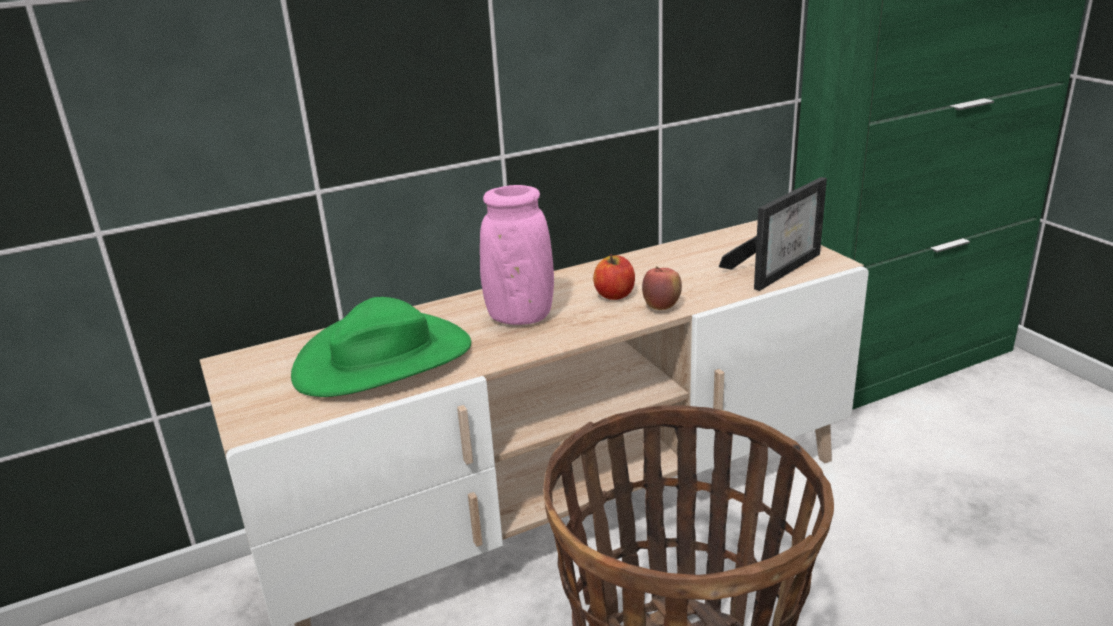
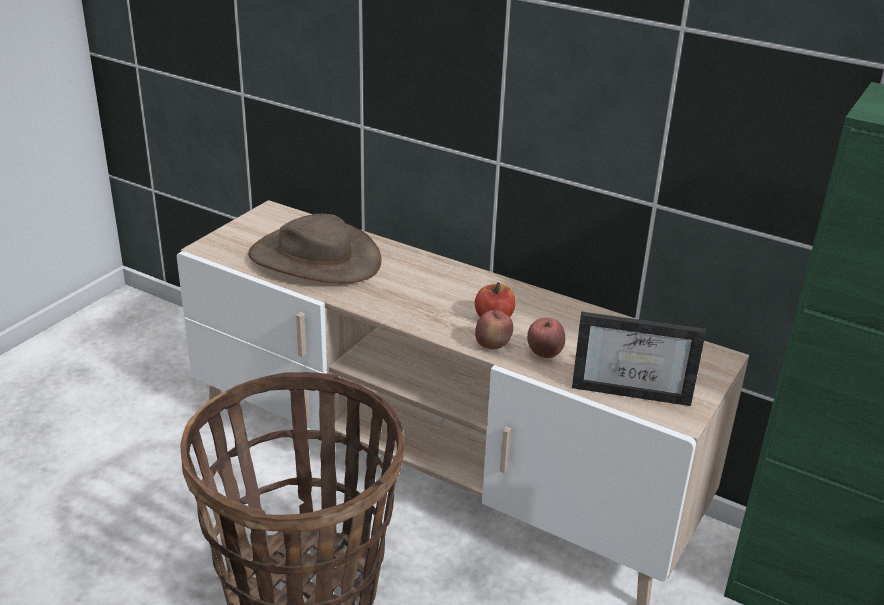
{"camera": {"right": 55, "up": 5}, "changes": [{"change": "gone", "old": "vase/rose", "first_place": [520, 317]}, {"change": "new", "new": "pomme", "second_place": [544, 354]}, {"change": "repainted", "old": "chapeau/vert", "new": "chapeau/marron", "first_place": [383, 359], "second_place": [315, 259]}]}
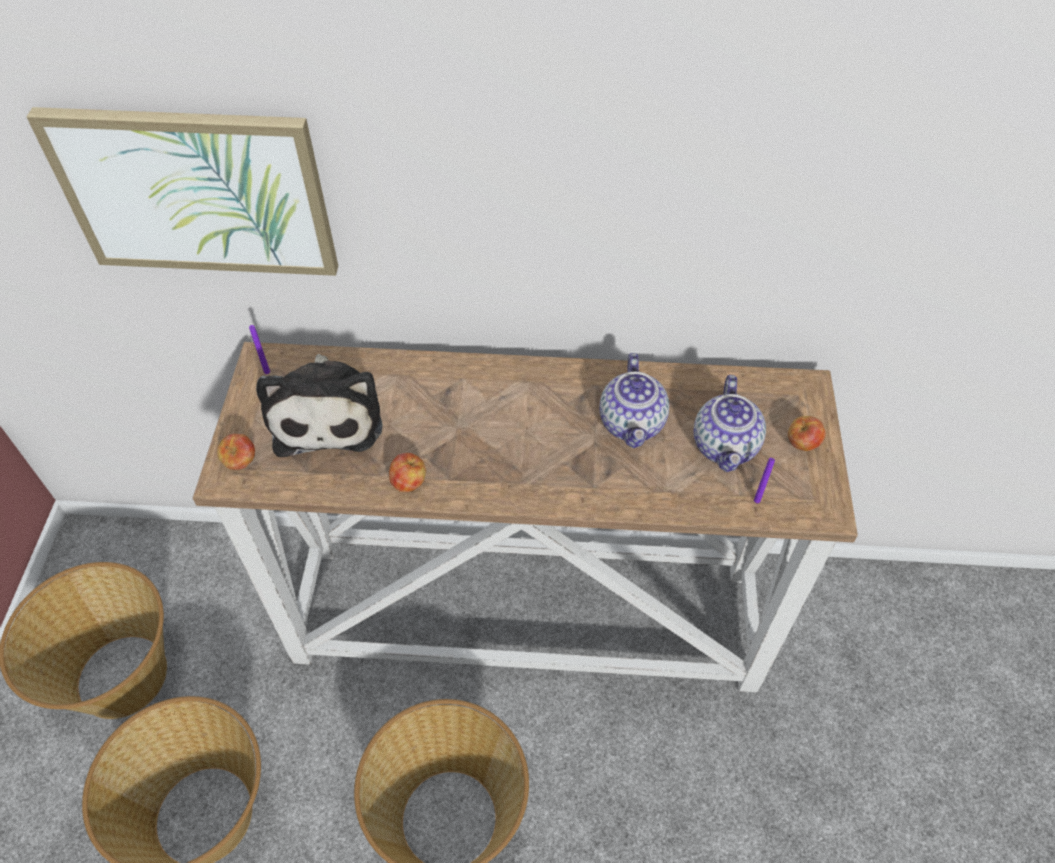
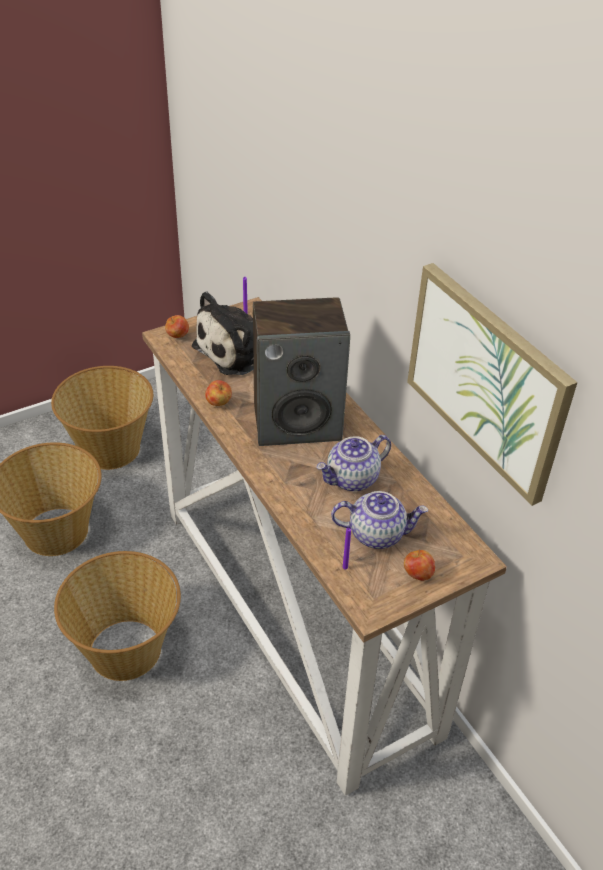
{"camera": {"right": 55, "up": -10}, "changes": [{"change": "new", "new": "enceinte", "second_place": [297, 423]}, {"change": "shifted", "old": "tableau", "first_place": [196, 192], "second_place": [486, 380]}, {"change": "rotated", "old": "théière", "first_place": [726, 446], "second_place": [377, 533], "degrees": -150}]}
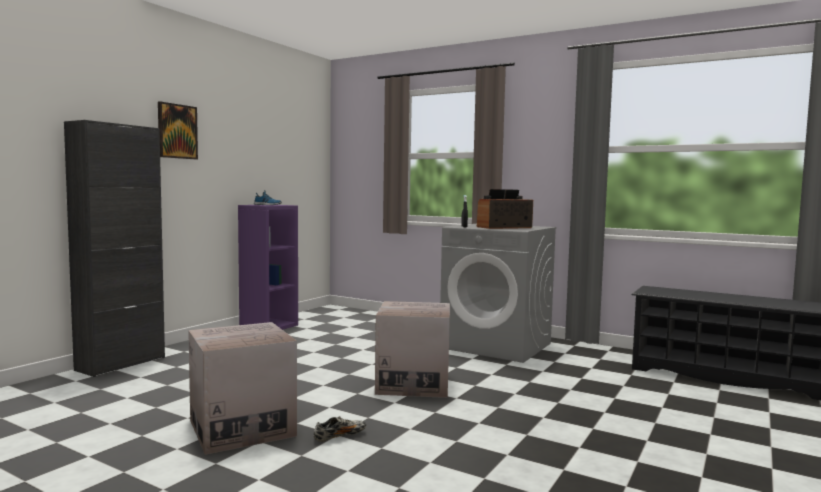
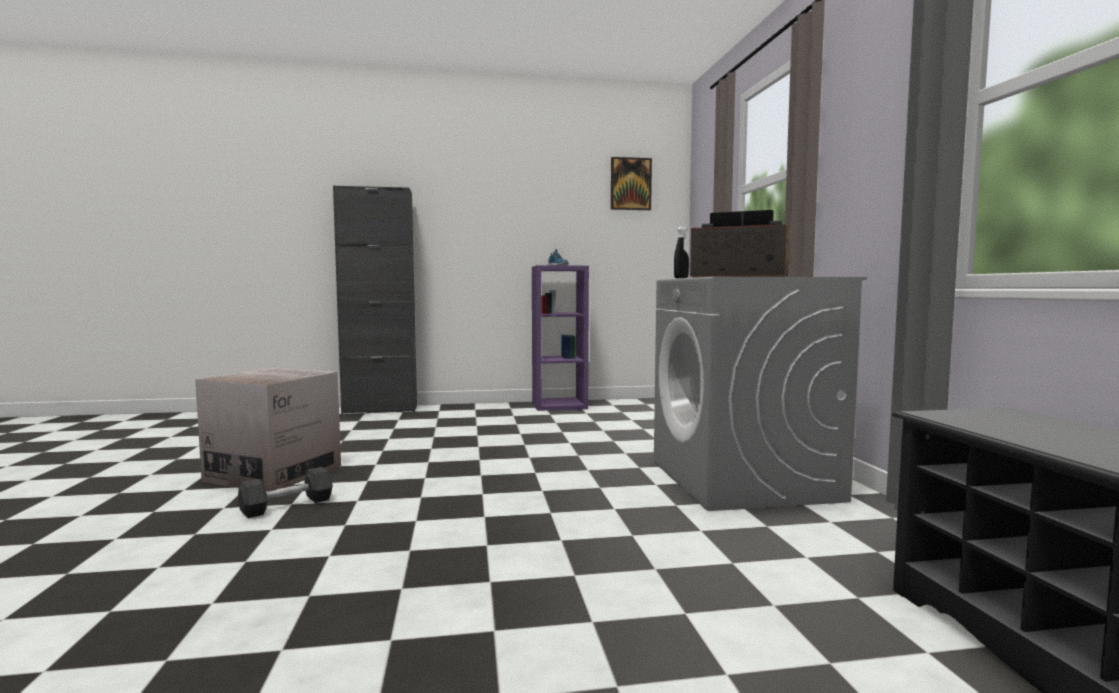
{"camera": {"right": 50, "up": 0}, "changes": [{"change": "gone", "old": "carton", "first_place": [413, 384]}, {"change": "shifted", "old": "tableau", "first_place": [177, 131], "second_place": [630, 184]}, {"change": "swapped", "old": "chaussure", "new": "haltère/noir", "first_place": [340, 436], "second_place": [287, 506]}]}
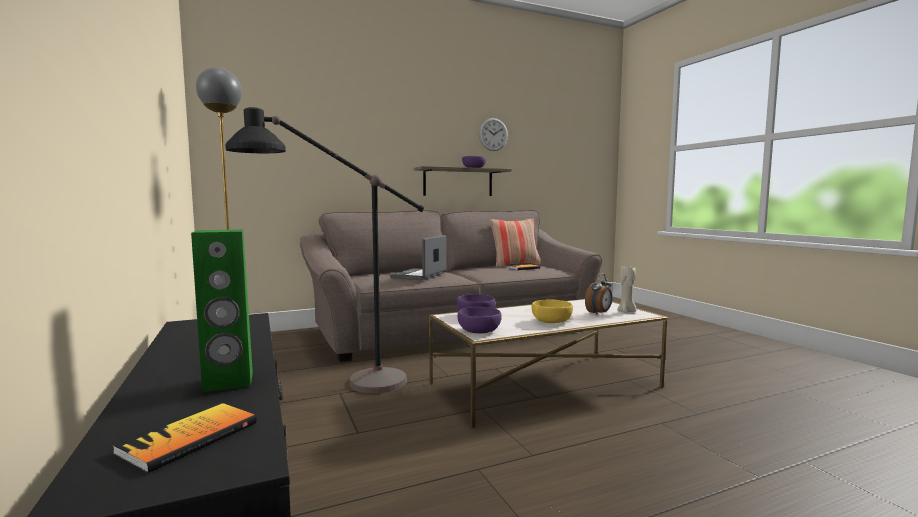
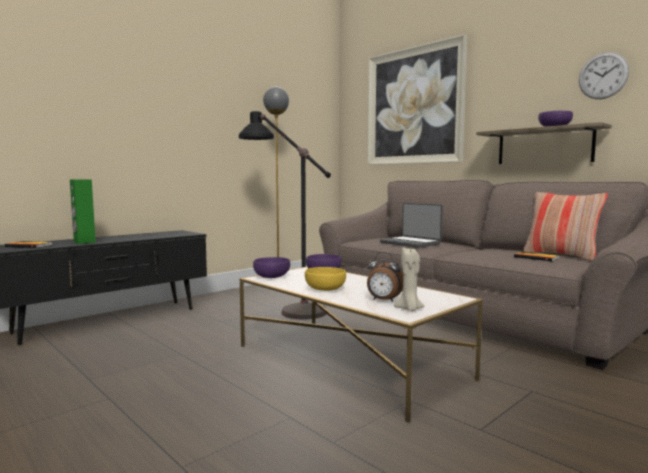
{"camera": {"right": 70, "up": 0}, "changes": [{"change": "new", "new": "tableau", "second_place": [414, 106]}, {"change": "rotated", "old": "ordinateur portable", "first_place": [419, 275], "second_place": [411, 243], "degrees": -135}]}
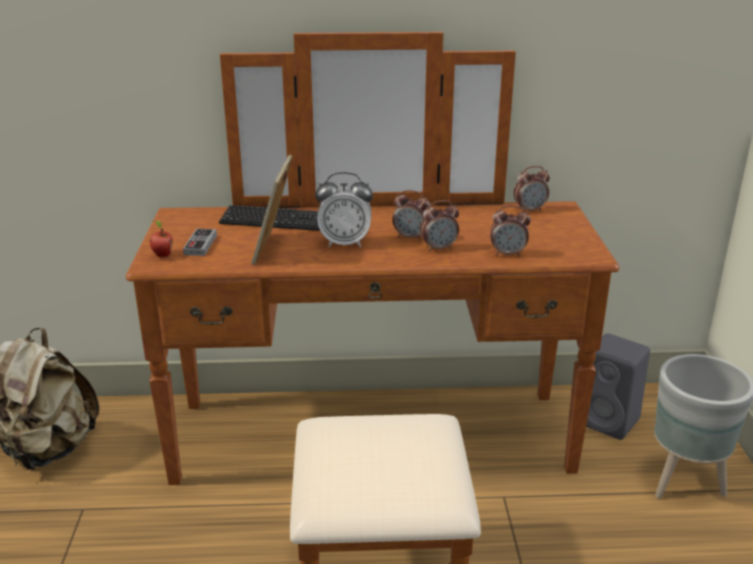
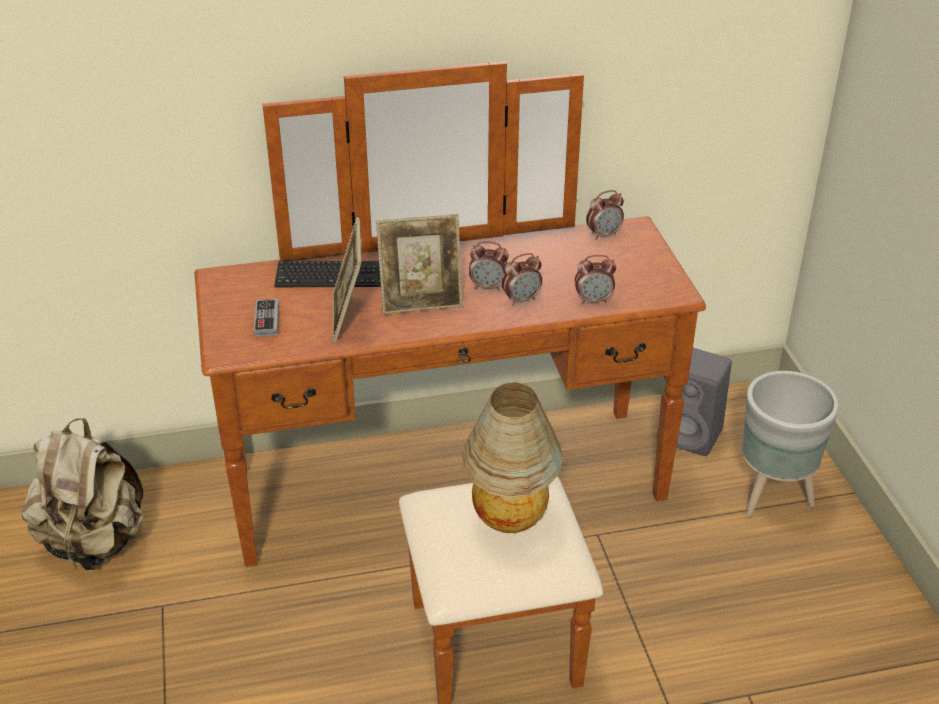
{"camera": {"right": -10, "up": 10}, "changes": [{"change": "gone", "old": "pomme", "first_place": [162, 255]}, {"change": "new", "new": "lampe de table", "second_place": [510, 519]}, {"change": "swapped", "old": "réveil", "new": "cadre photo", "first_place": [345, 243], "second_place": [421, 302]}]}
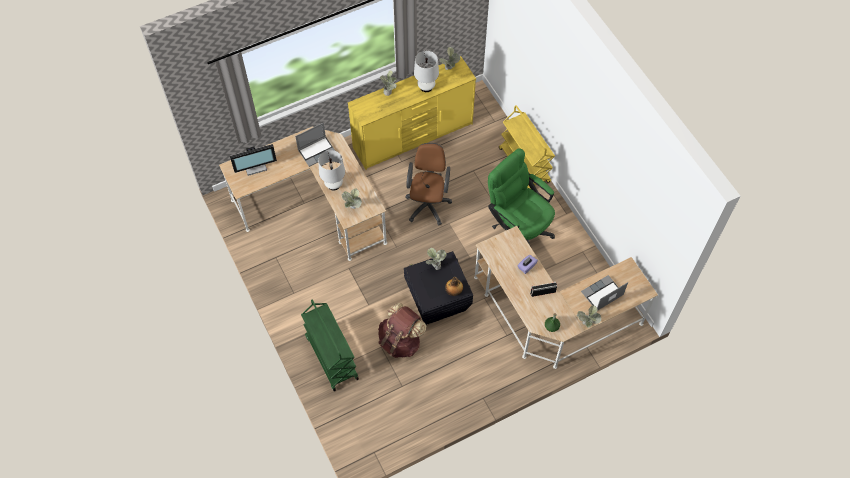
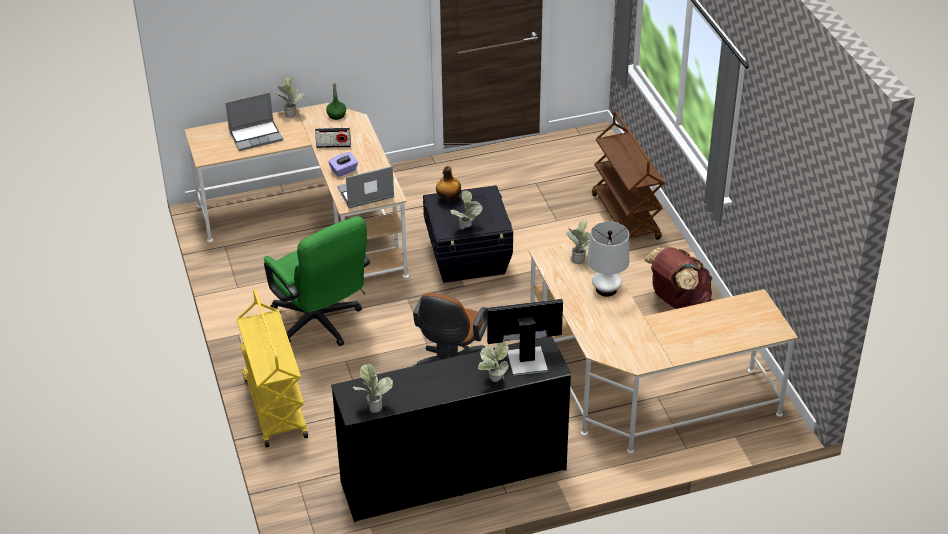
{"camera": {"right": -170, "up": -20}, "changes": [{"change": "gone", "old": "lampe de table/blanc", "first_place": [426, 87]}, {"change": "shifted", "old": "écran d'ordinateur", "first_place": [255, 166], "second_place": [526, 360]}, {"change": "shifted", "old": "ordinateur portable", "first_place": [317, 151], "second_place": [365, 194]}, {"change": "shifted", "old": "sac à dos/marron", "first_place": [400, 341], "second_place": [677, 302]}, {"change": "repainted", "old": "chariot/vert", "new": "chariot/marron", "first_place": [331, 357], "second_place": [626, 217]}, {"change": "repainted", "old": "commode/jaune", "new": "commode/noir", "first_place": [413, 136], "second_place": [452, 475]}]}
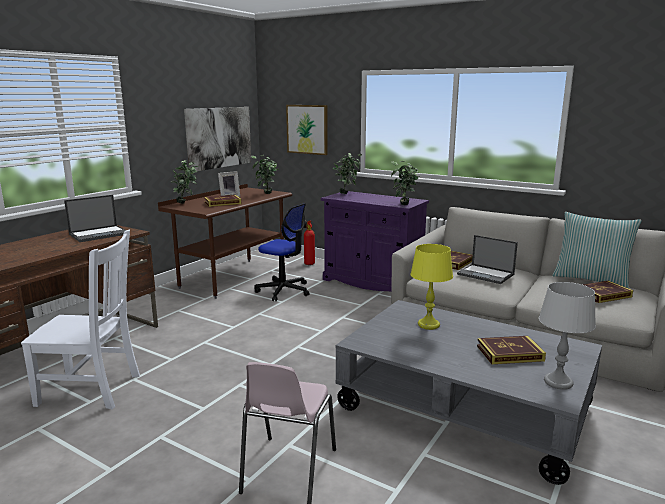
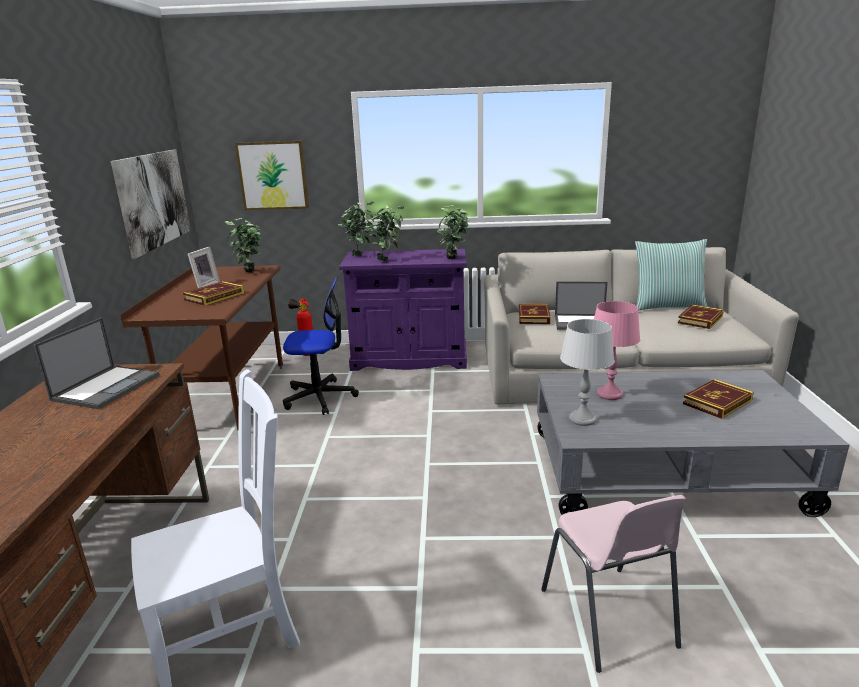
{"camera": {"right": -30, "up": 5}, "changes": [{"change": "shifted", "old": "plante en pot", "first_place": [186, 203], "second_place": [387, 260]}, {"change": "shifted", "old": "lampe de table/gris", "first_place": [558, 382], "second_place": [582, 419]}, {"change": "repainted", "old": "lampe de table/jaune", "new": "lampe de table/rose", "first_place": [428, 325], "second_place": [609, 394]}]}
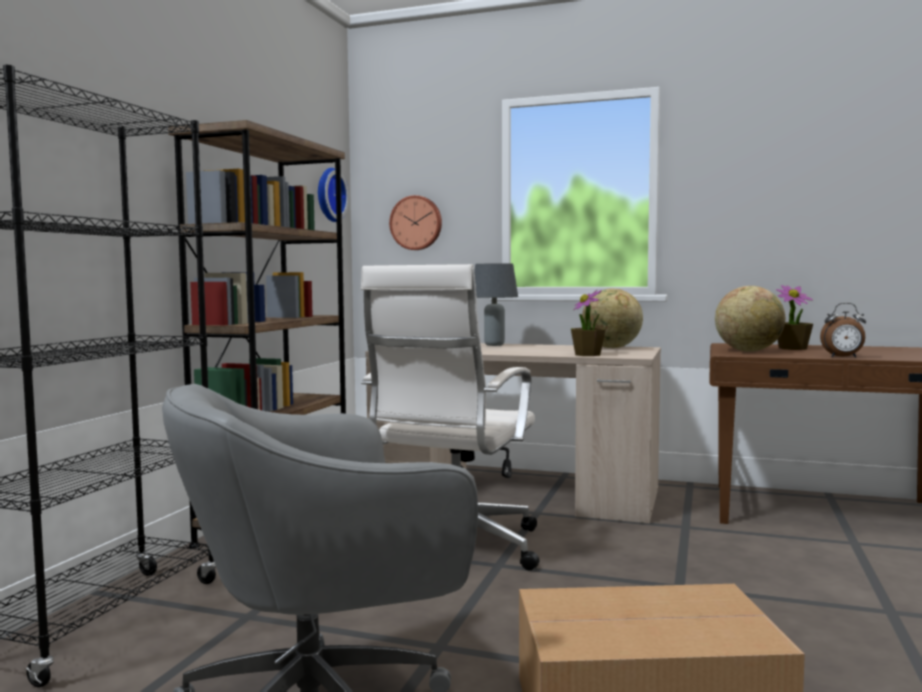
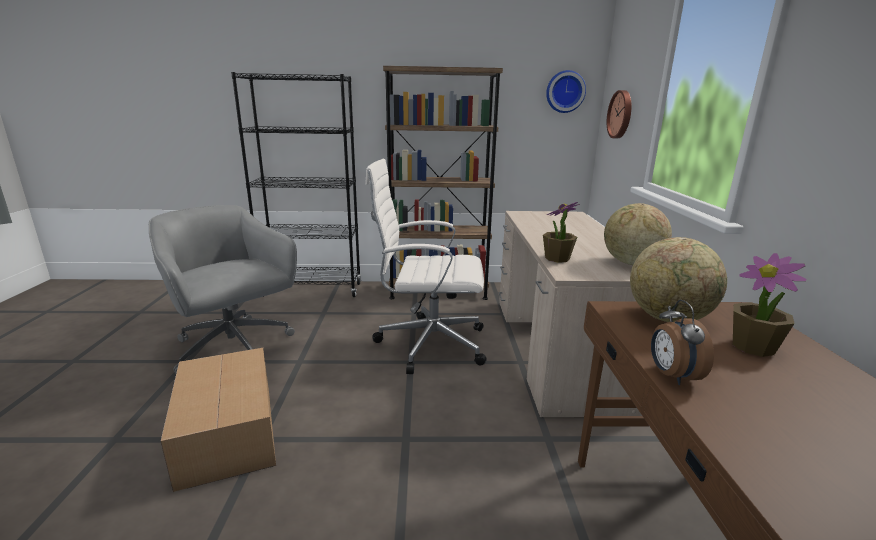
{"camera": {"right": 70, "up": 15}, "changes": [{"change": "gone", "old": "lampe de table/gris", "first_place": [494, 345]}]}
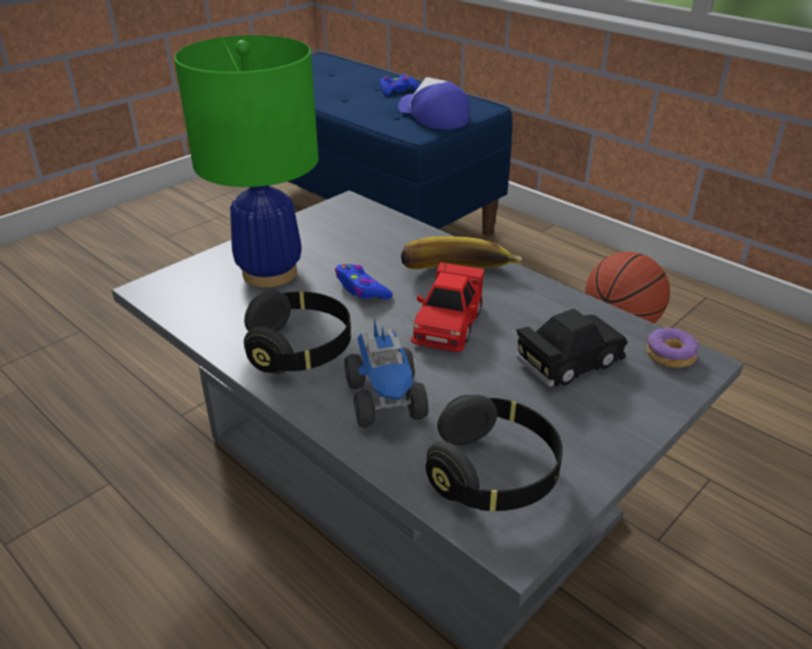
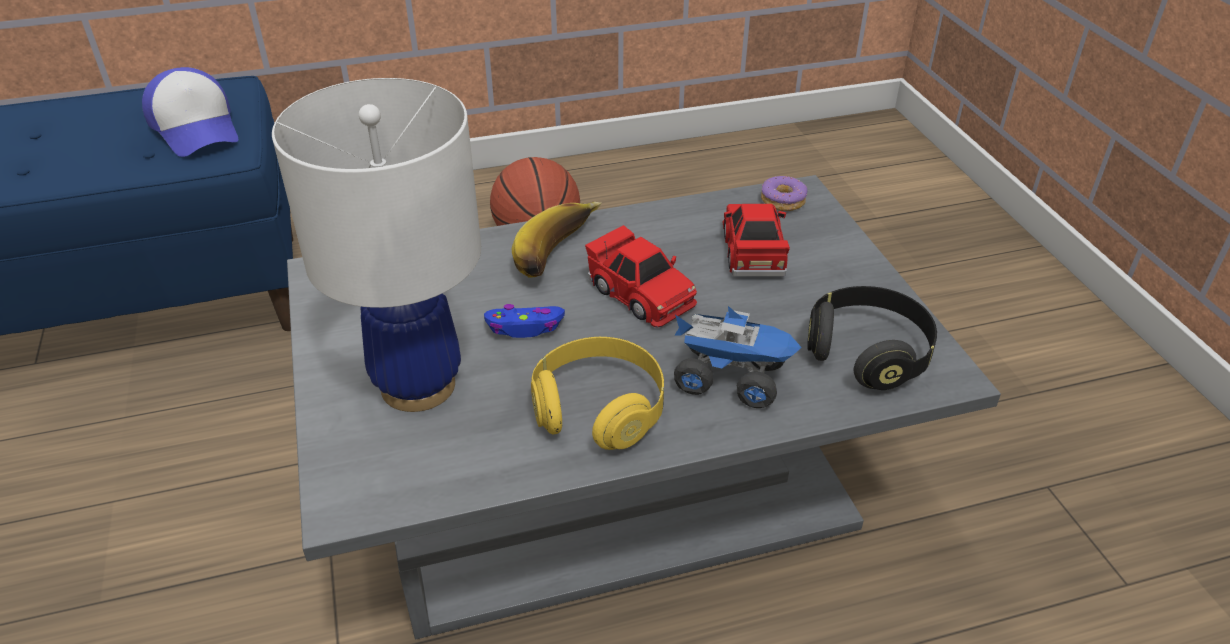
{"camera": {"right": -60, "up": 5}, "changes": [{"change": "gone", "old": "manette/bleu", "first_place": [398, 90]}, {"change": "repainted", "old": "lampe de table/vert", "new": "lampe de table/blanc", "first_place": [270, 273], "second_place": [419, 385]}, {"change": "repainted", "old": "casque audio/noir", "new": "casque audio/jaune", "first_place": [299, 349], "second_place": [599, 410]}, {"change": "repainted", "old": "petite voiture/noir", "new": "petite voiture/rouge", "first_place": [569, 361], "second_place": [753, 252]}, {"change": "rotated", "old": "casquette", "first_place": [432, 116], "second_place": [197, 128], "degrees": -120}]}
